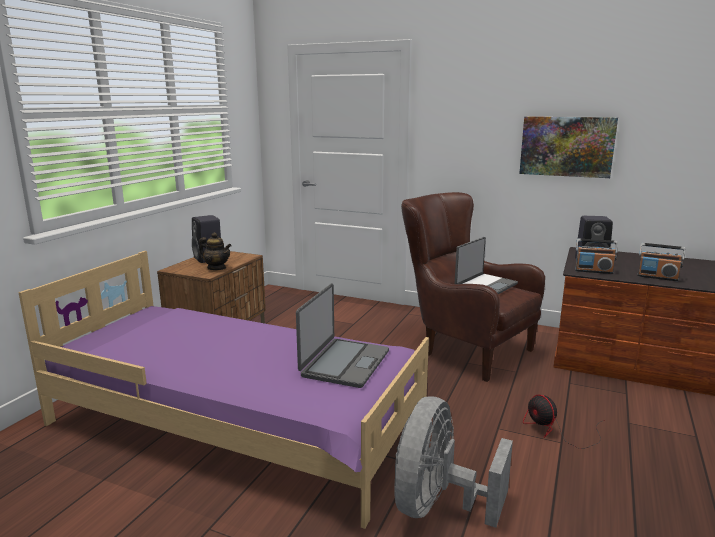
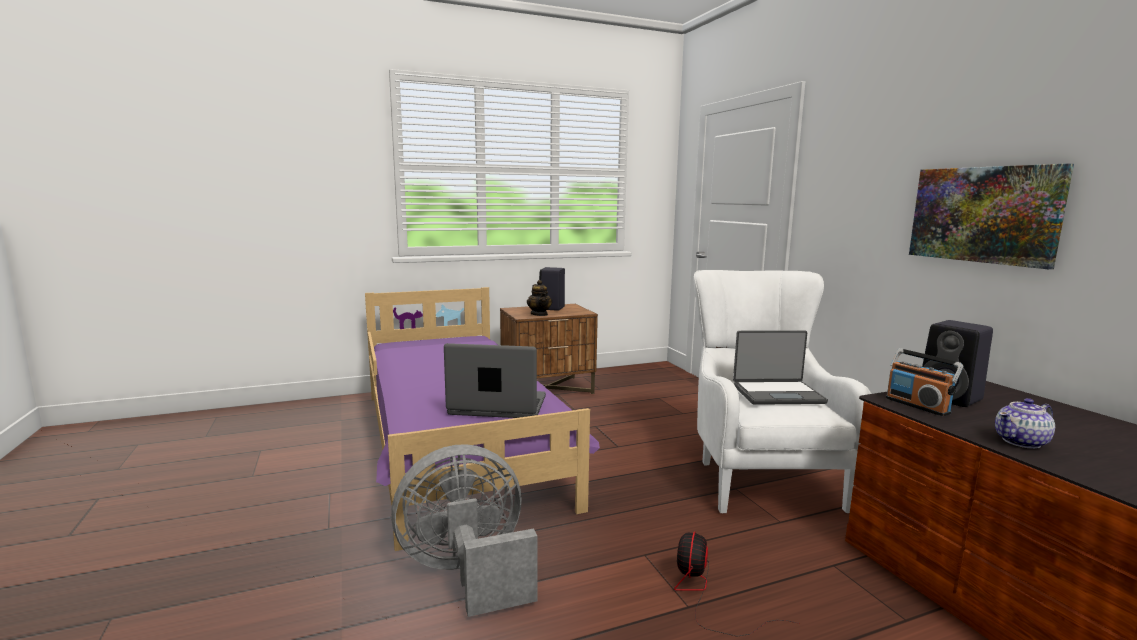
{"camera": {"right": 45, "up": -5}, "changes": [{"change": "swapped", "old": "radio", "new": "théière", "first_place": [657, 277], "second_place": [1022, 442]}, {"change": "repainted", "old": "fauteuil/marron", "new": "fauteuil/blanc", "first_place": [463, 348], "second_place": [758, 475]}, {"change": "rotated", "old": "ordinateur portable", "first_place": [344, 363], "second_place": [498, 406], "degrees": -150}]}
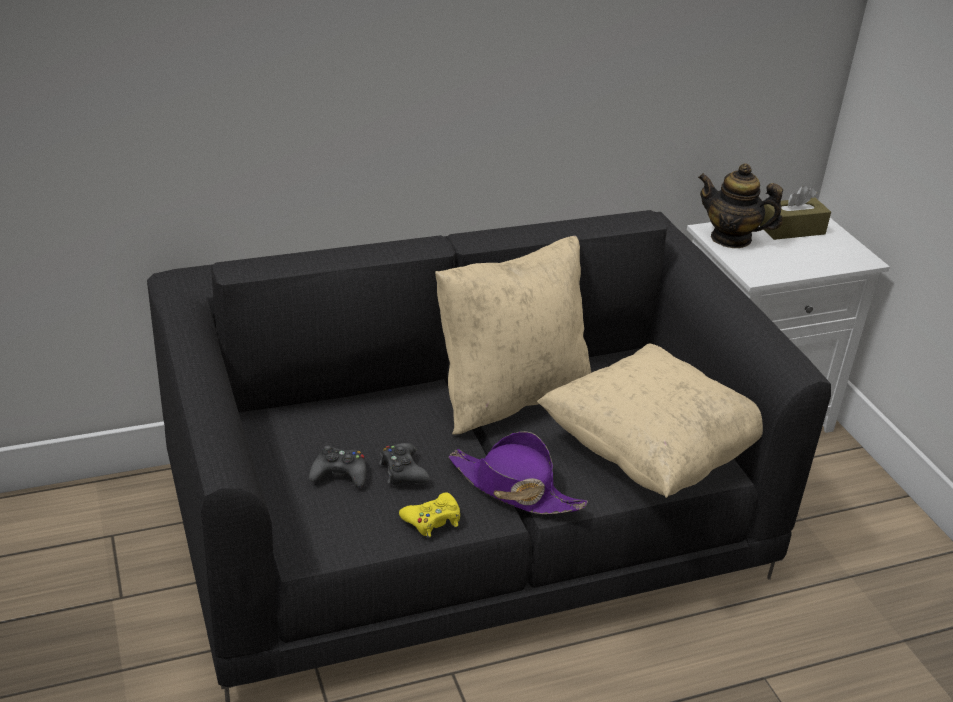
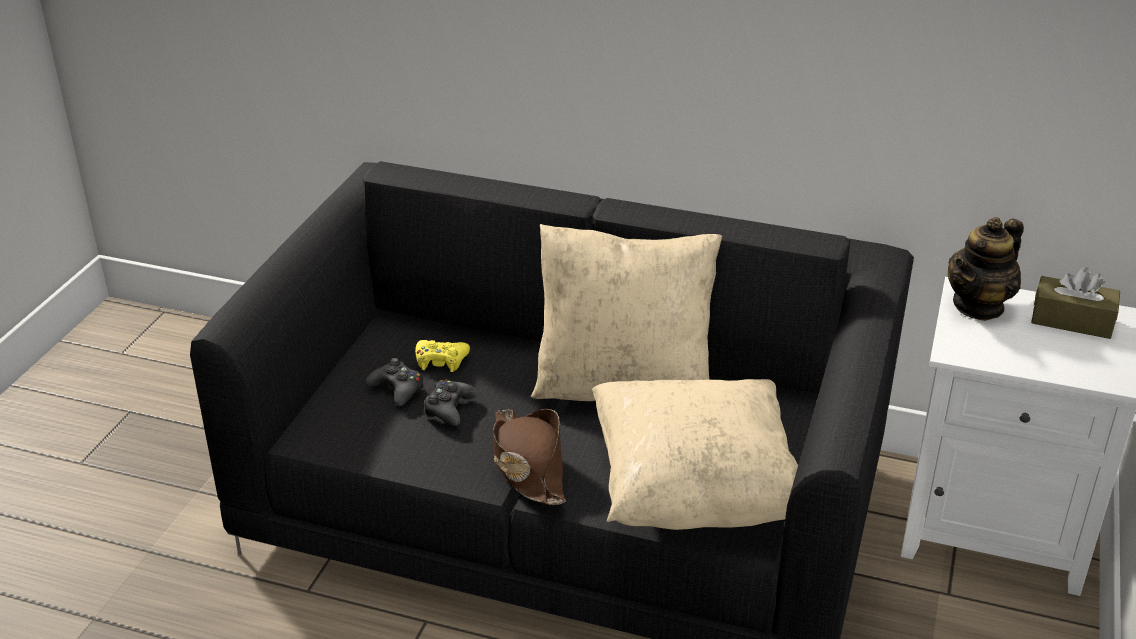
{"camera": {"right": 40, "up": 0}, "changes": [{"change": "shifted", "old": "manette/jaune", "first_place": [432, 520], "second_place": [441, 361]}, {"change": "repainted", "old": "chapeau/violet", "new": "chapeau/marron", "first_place": [514, 488], "second_place": [528, 464]}, {"change": "rotated", "old": "théière", "first_place": [731, 238], "second_place": [978, 306], "degrees": -105}]}
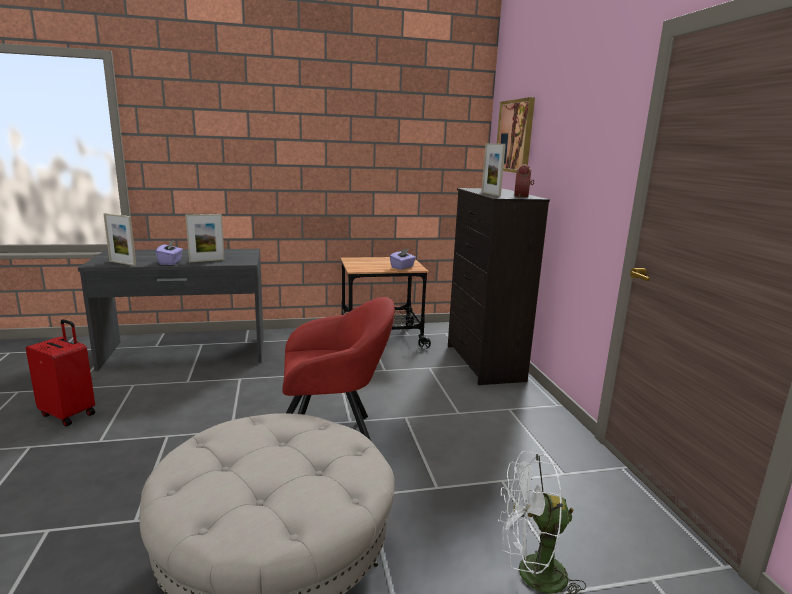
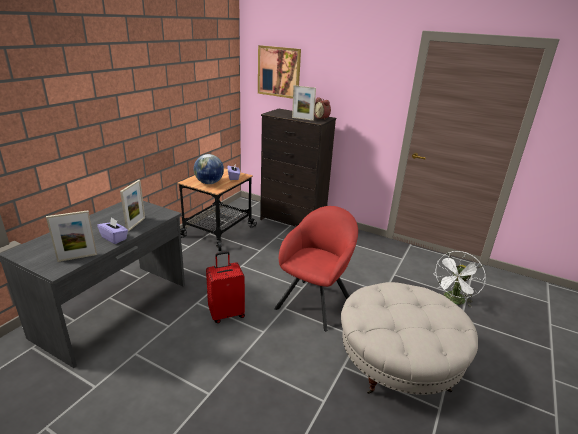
{"camera": {"right": -50, "up": 10}, "changes": [{"change": "new", "new": "globe", "second_place": [209, 183]}, {"change": "shifted", "old": "valise/rouge", "first_place": [69, 414], "second_place": [226, 313]}]}
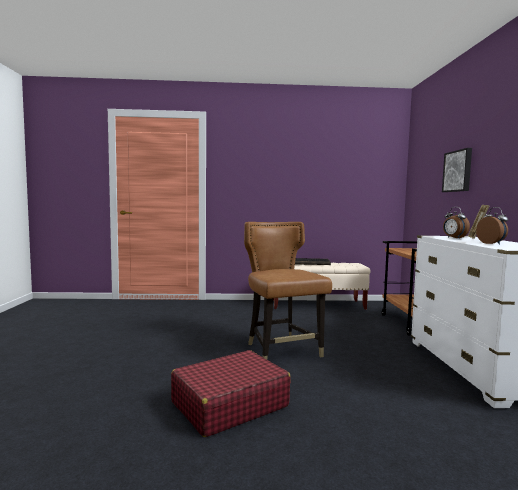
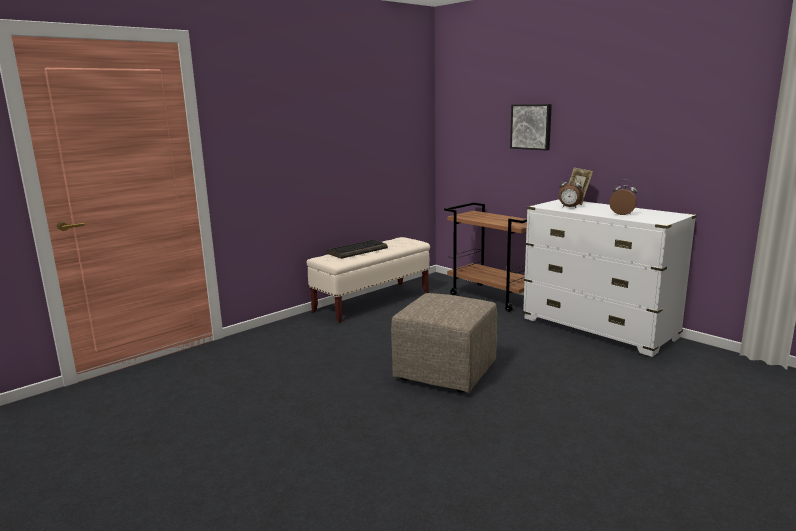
{"camera": {"right": -40, "up": 10}, "changes": [{"change": "gone", "old": "valise/rouge", "first_place": [229, 404]}, {"change": "swapped", "old": "chaise/marron", "new": "pouf/beige", "first_place": [282, 351], "second_place": [445, 371]}]}
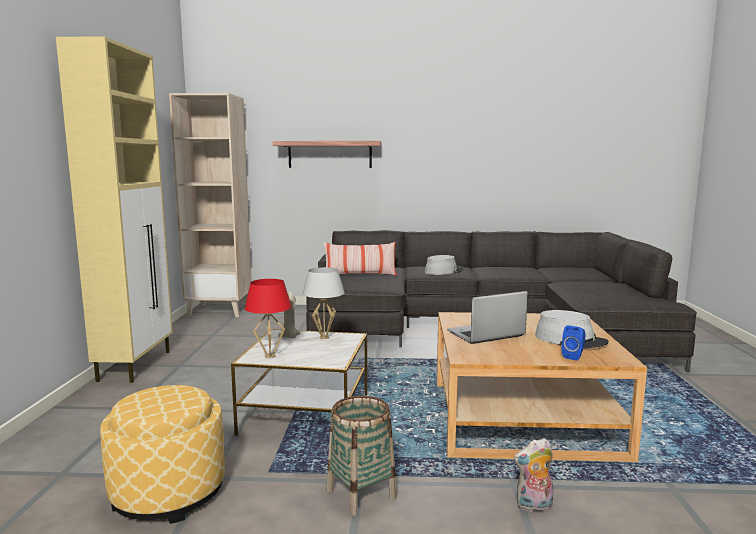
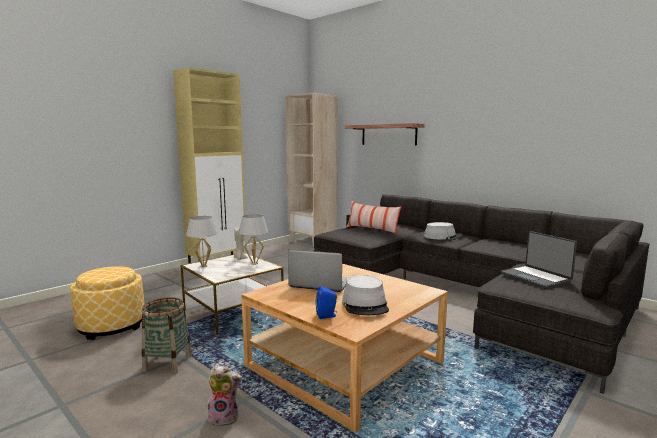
{"camera": {"right": 40, "up": 0}, "changes": [{"change": "new", "new": "ordinateur portable", "second_place": [536, 278]}, {"change": "repainted", "old": "lampe de table/rouge", "new": "lampe de table/blanc", "first_place": [270, 356], "second_place": [203, 266]}, {"change": "rotated", "old": "peluche", "first_place": [534, 506], "second_place": [225, 418], "degrees": 150}]}
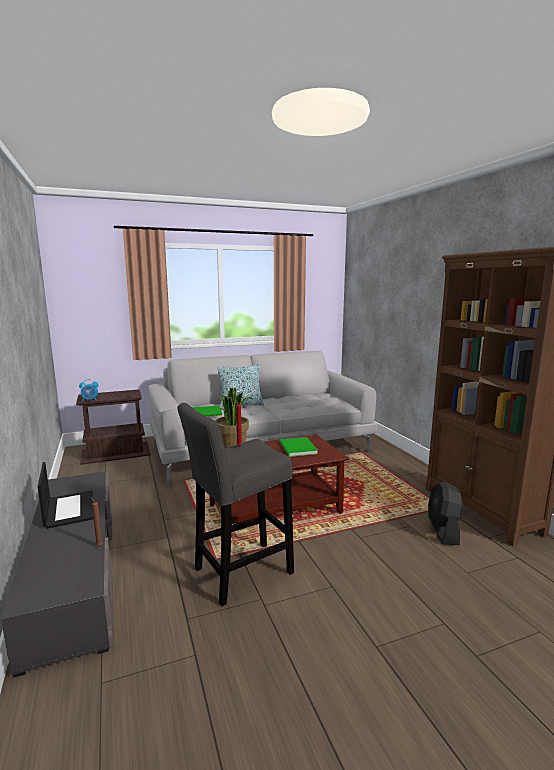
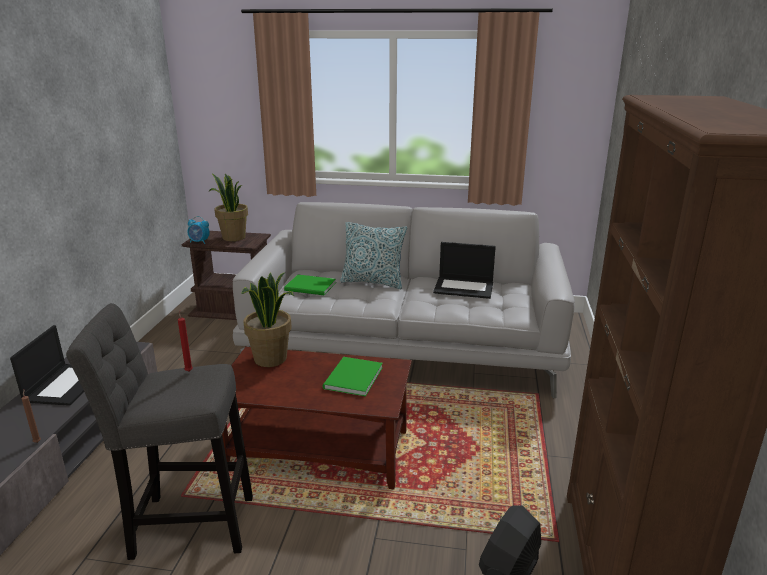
{"camera": {"right": 30, "up": 10}, "changes": [{"change": "new", "new": "plante en pot", "second_place": [233, 237]}, {"change": "new", "new": "ordinateur portable", "second_place": [464, 287]}]}
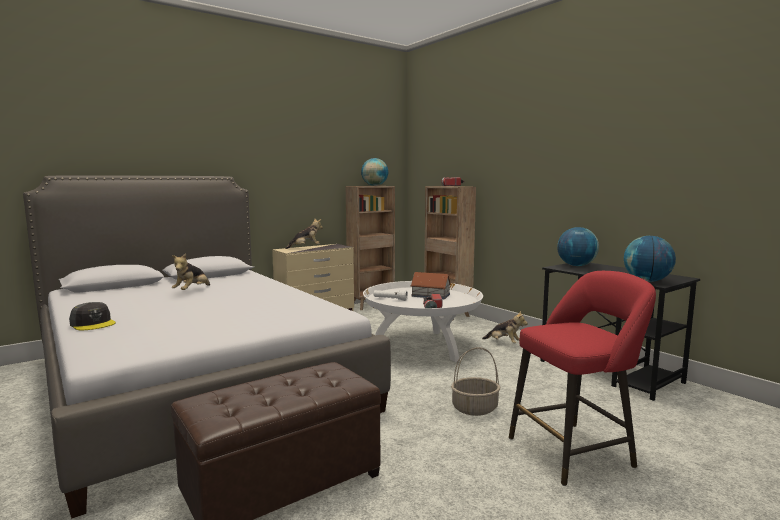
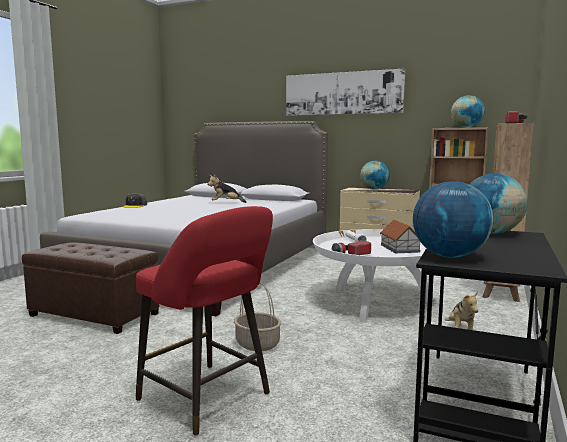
{"camera": {"right": 60, "up": 0}, "changes": [{"change": "new", "new": "tableau", "second_place": [342, 93]}, {"change": "swapped", "old": "peluche", "new": "globe", "first_place": [306, 248], "second_place": [374, 189]}]}
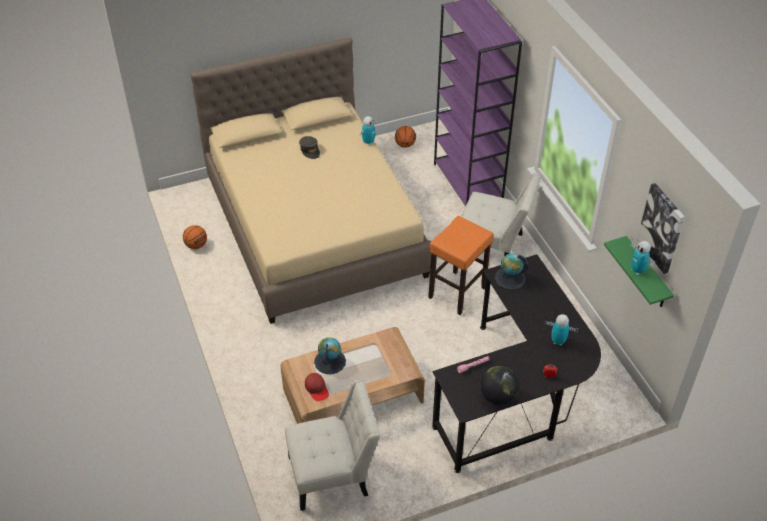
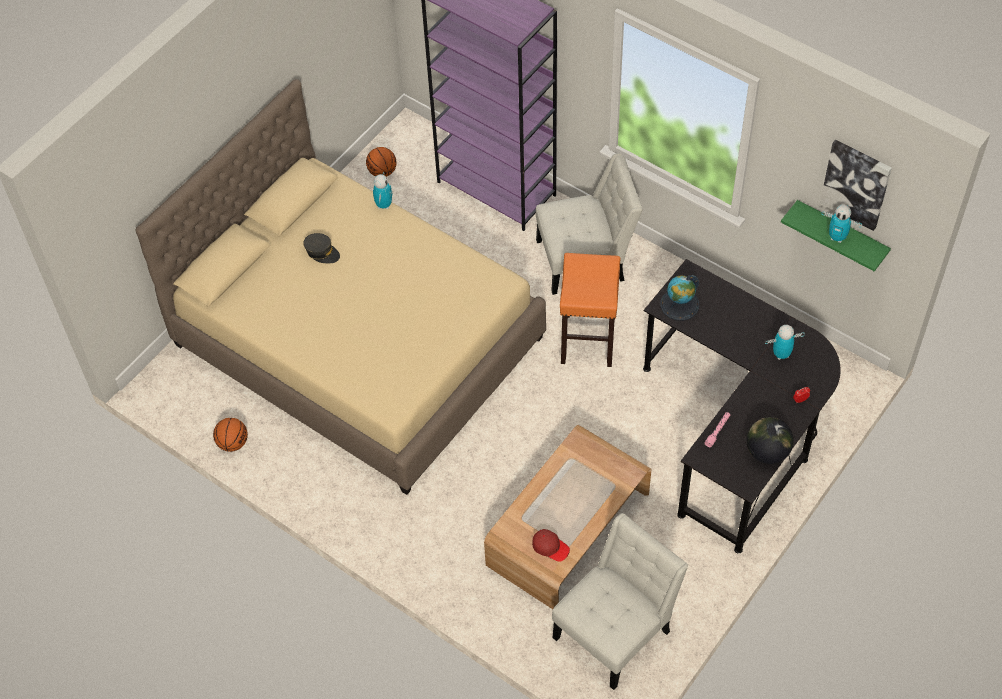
{"camera": {"right": -30, "up": 10}, "changes": [{"change": "gone", "old": "globe", "first_place": [330, 361]}]}
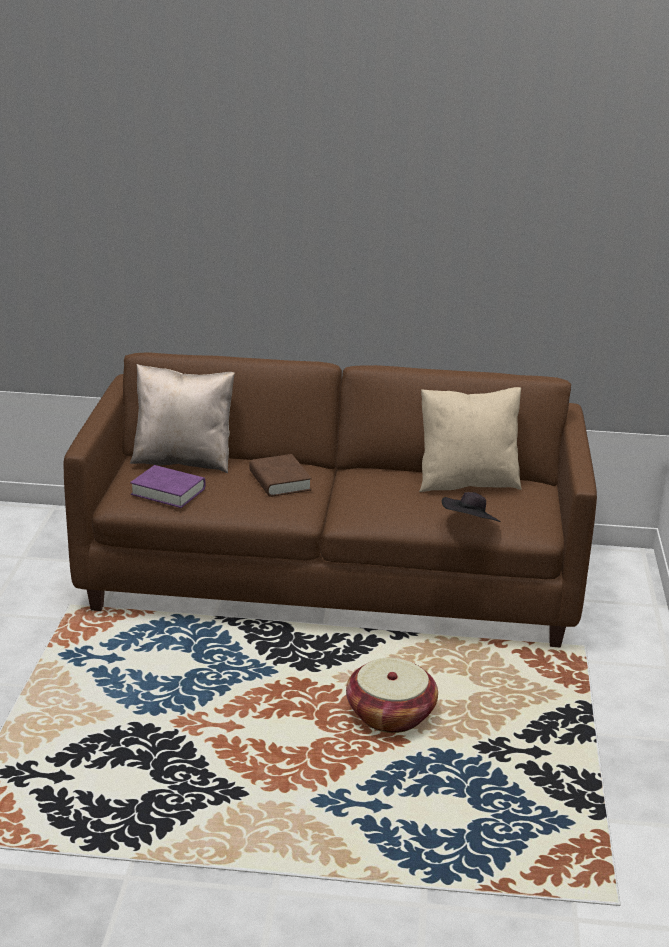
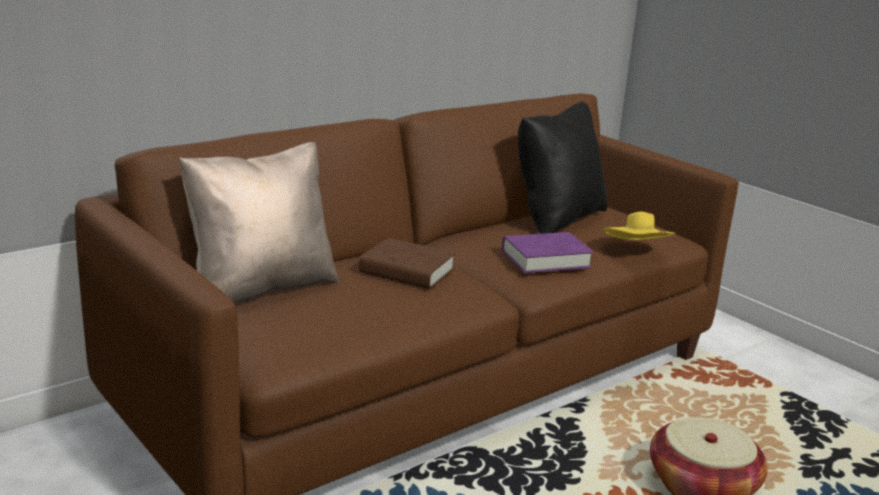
{"camera": {"right": -45, "up": -5}, "changes": [{"change": "shifted", "old": "livre/violet", "first_place": [168, 491], "second_place": [545, 259]}, {"change": "repainted", "old": "coussin/beige", "new": "coussin/noir", "first_place": [466, 482], "second_place": [556, 219]}, {"change": "repainted", "old": "chapeau/noir", "new": "chapeau/jaune", "first_place": [469, 525], "second_place": [637, 250]}]}
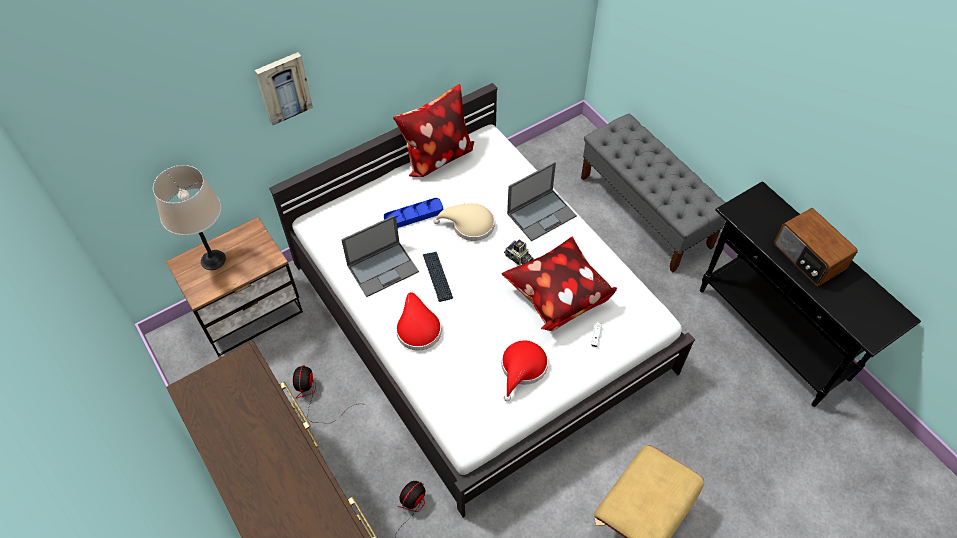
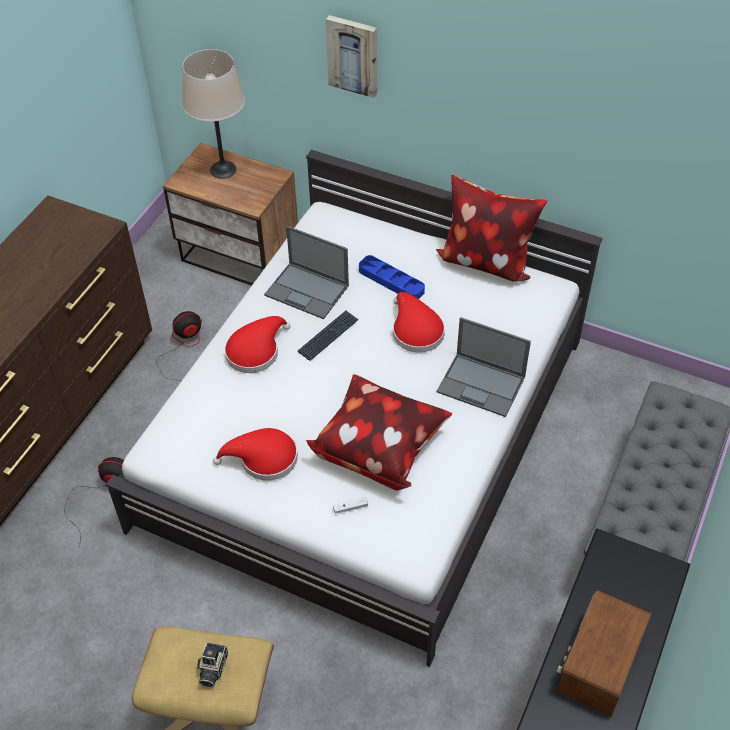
{"camera": {"right": 60, "up": -5}, "changes": [{"change": "shifted", "old": "appareil photo", "first_place": [518, 259], "second_place": [212, 669]}, {"change": "repainted", "old": "chapeau/beige", "new": "chapeau/rouge", "first_place": [469, 225], "second_place": [415, 330]}]}
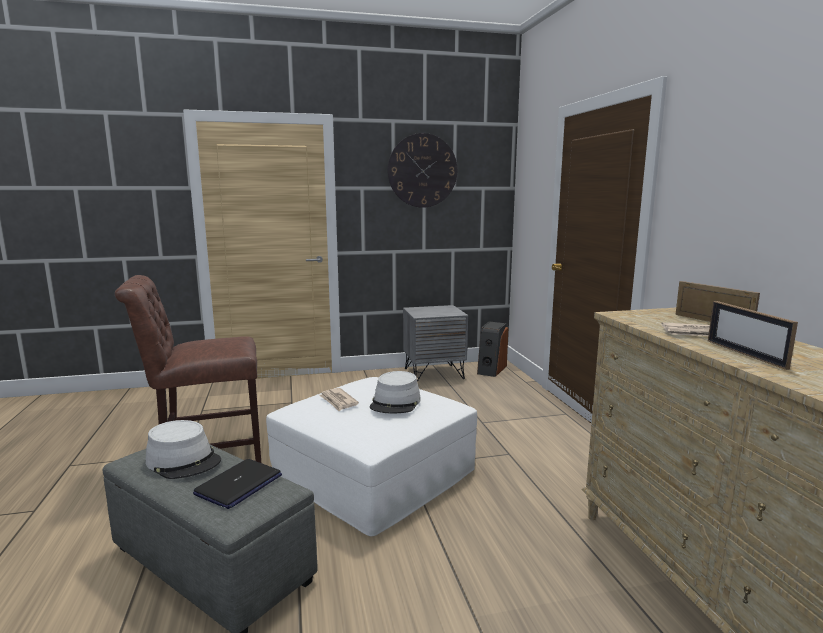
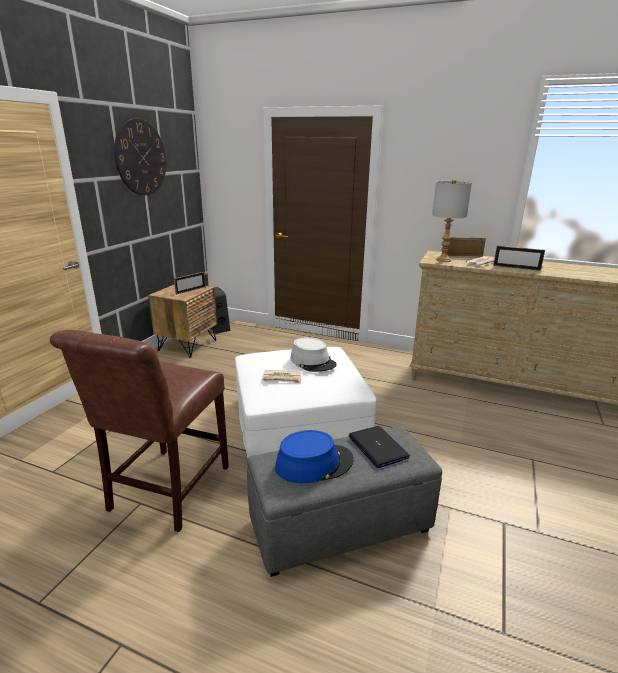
{"camera": {"right": -55, "up": 10}, "changes": [{"change": "new", "new": "cadre photo", "second_place": [191, 290]}, {"change": "new", "new": "lampe de table/gris", "second_place": [443, 260]}, {"change": "repainted", "old": "chapeau/gris", "new": "chapeau/bleu", "first_place": [184, 460], "second_place": [314, 463]}, {"change": "repainted", "old": "table de chevet/gris", "new": "table de chevet/marron", "first_place": [434, 373], "second_place": [187, 345]}]}
